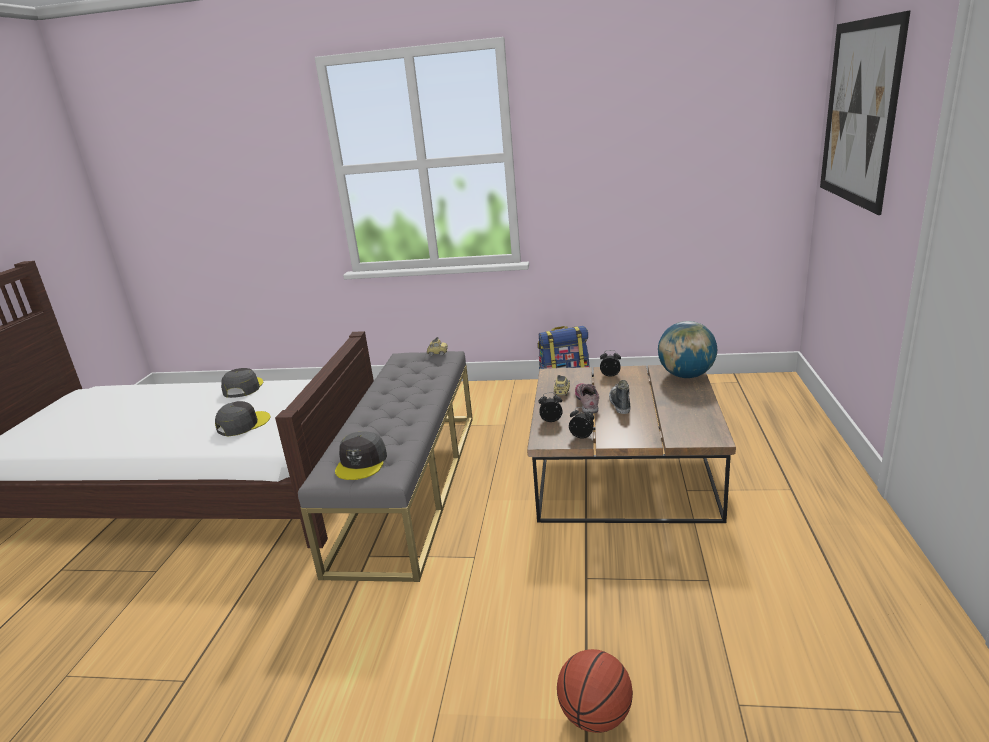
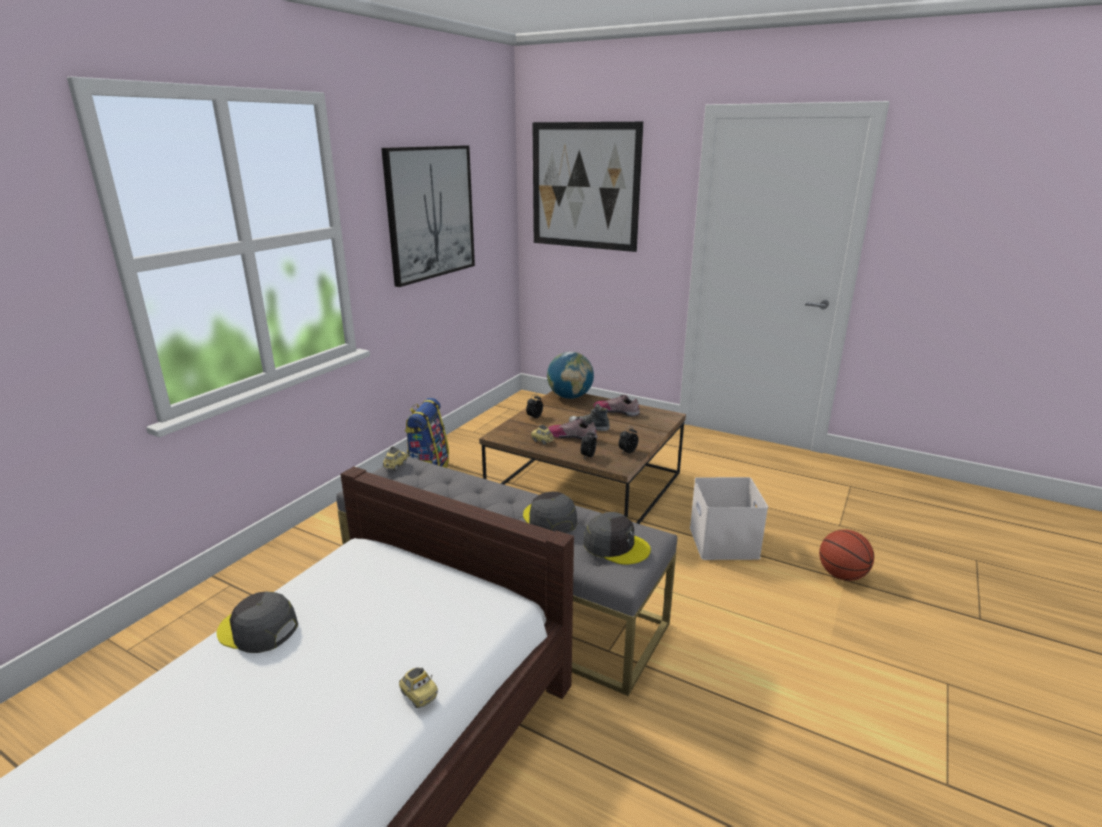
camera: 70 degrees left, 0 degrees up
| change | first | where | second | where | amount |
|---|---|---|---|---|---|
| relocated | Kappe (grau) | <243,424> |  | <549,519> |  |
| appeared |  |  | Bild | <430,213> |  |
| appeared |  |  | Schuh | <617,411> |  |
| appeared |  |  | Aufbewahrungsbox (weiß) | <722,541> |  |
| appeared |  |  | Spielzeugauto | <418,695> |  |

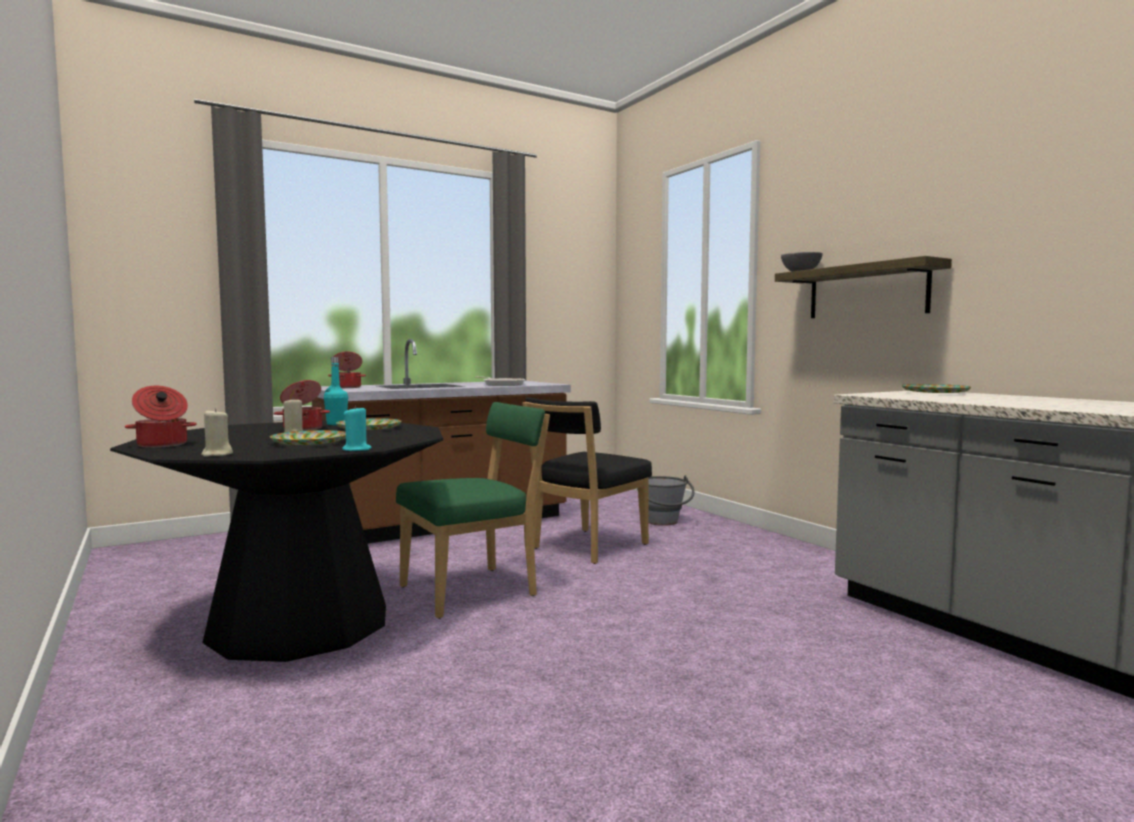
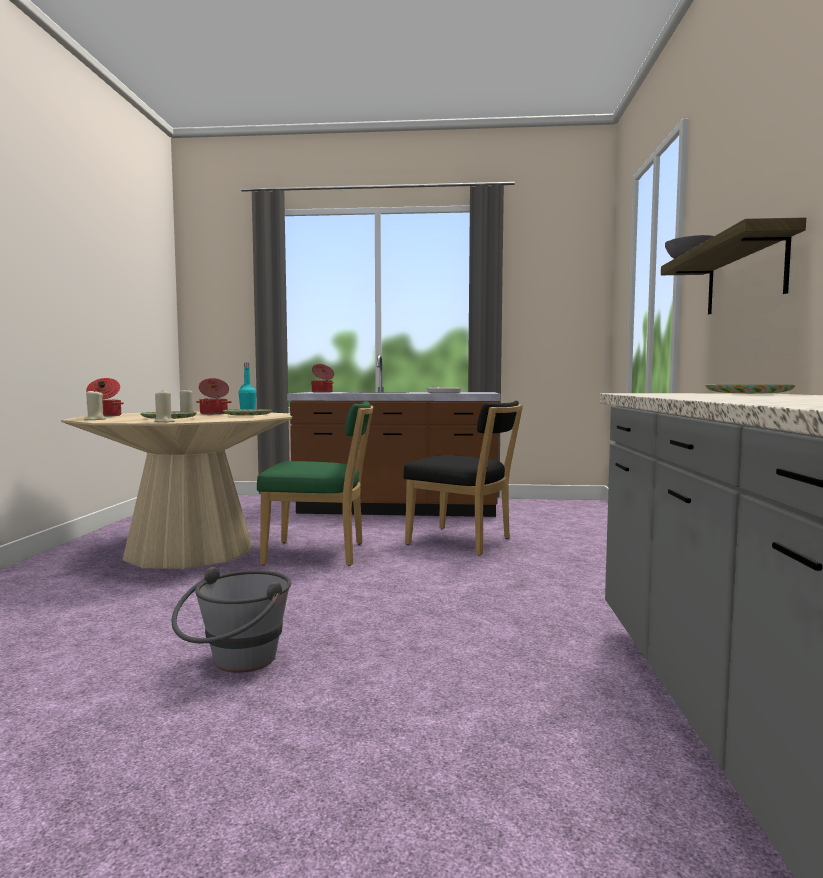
camera: 35 degrees right, 0 degrees up
| change | first | where | second | where | amount |
|---|---|---|---|---|---|
| spun | Stuhl (schwarz) | <586,547> |  | <463,542> | 135 degrees counterclockwise |
| colour | Kerze (türkis) | <357,449> | Kerze (beige) | <164,422> |  |
| colour | Esstisch (schwarz) | <300,623> | Esstisch (beige) | <190,550> |  |
| relocated | Eimer (grau) | <663,523> |  | <236,664> |  |

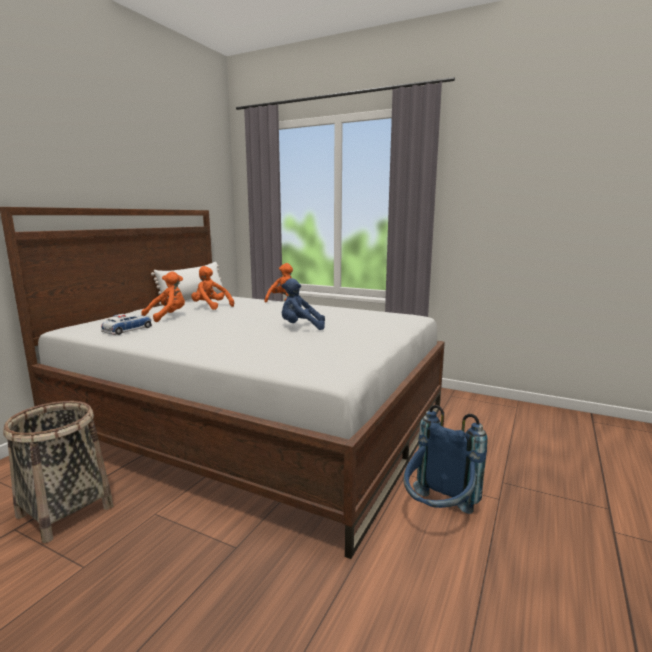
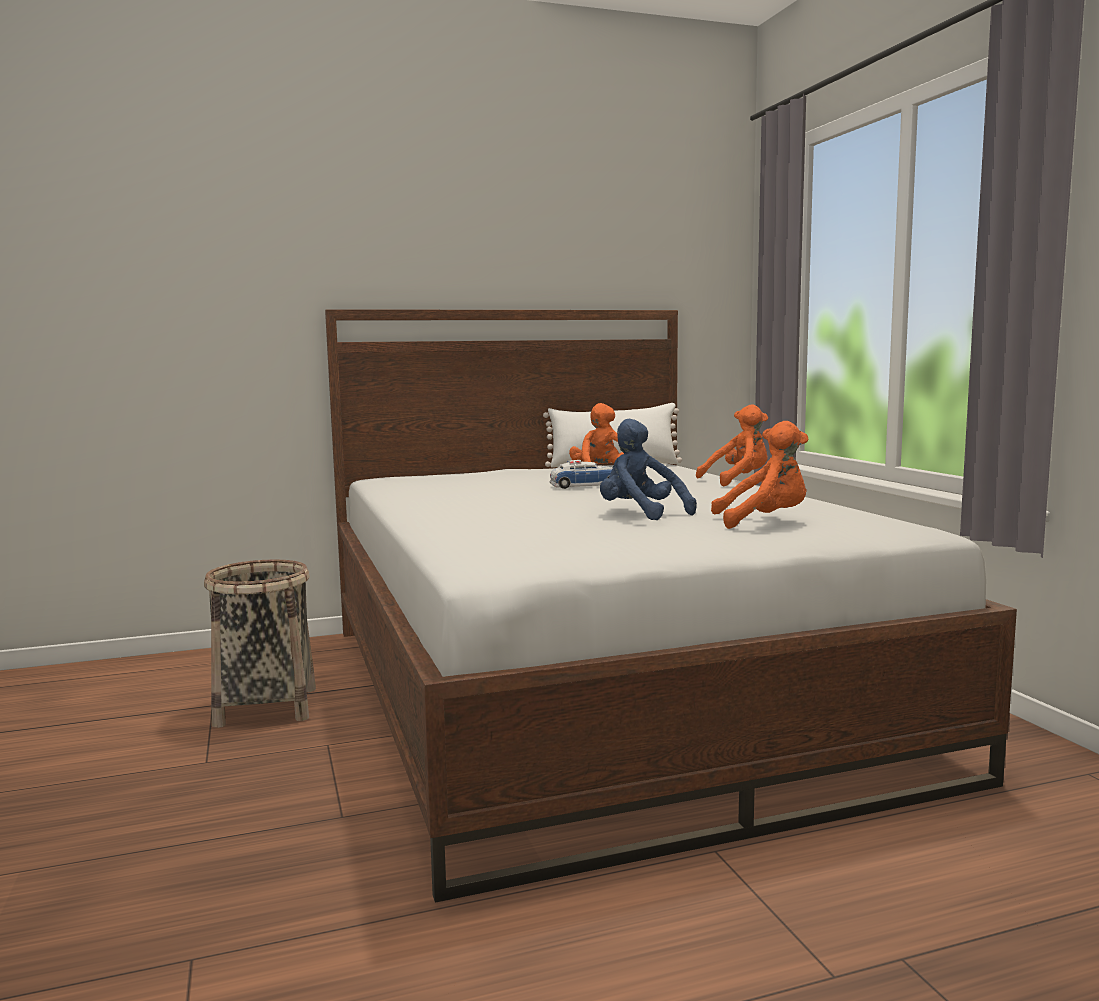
camera: 45 degrees right, 5 degrees down
| change | first | where | second | where | amount |
|---|---|---|---|---|---|
| relocated | Plüschtier (orange) | <168,316> |  | <764,521> |  |
| relocated | Spielzeugauto | <127,329> |  | <584,485> |  |
| missing | Rucksack (blau) | <438,514> |  |  |  |

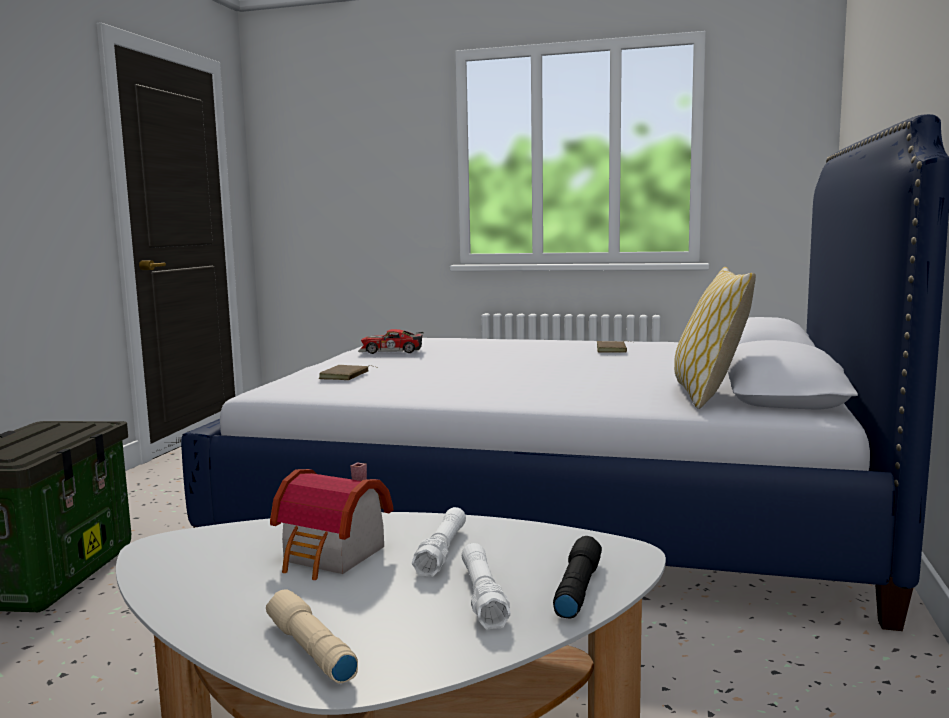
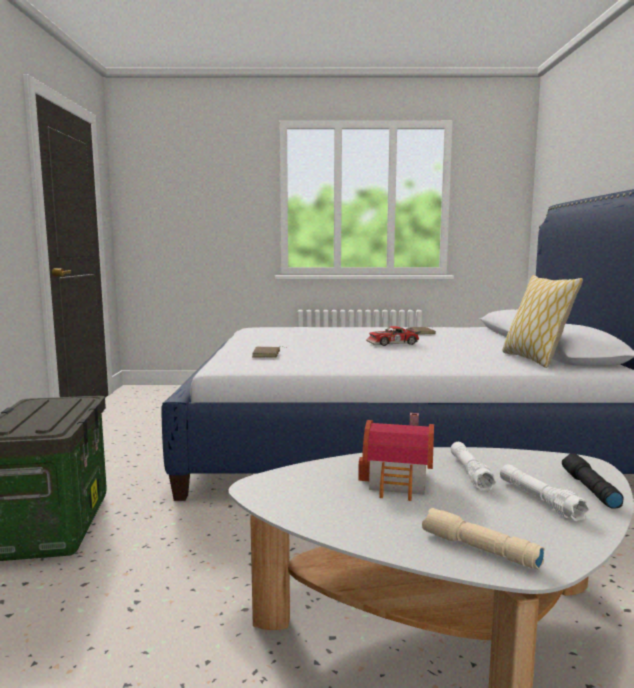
camera: 15 degrees left, 0 degrees up
| change | first | where | second | where | amount |
|---|---|---|---|---|---|
| relocated | Spielzeugauto | <391,351> |  | <393,343> |  |

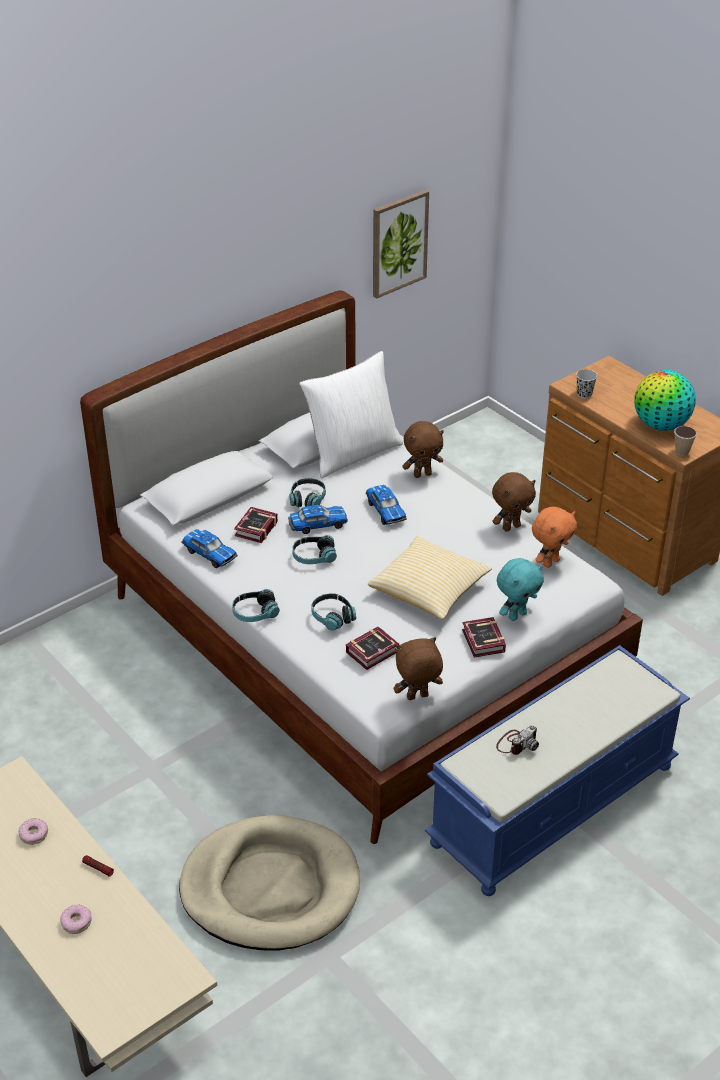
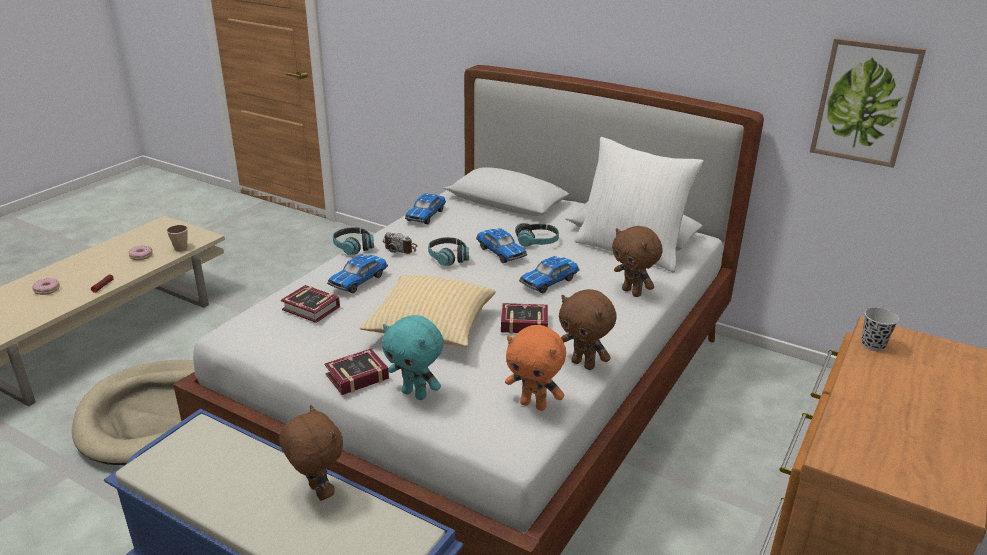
camera: 70 degrees right, 10 degrees down
| change | first | where | second | where | amount |
|---|---|---|---|---|---|
| missing | Globus | <661,425> |  |  |  |
| relocated | Tasse | <682,452> |  | <181,248> |  |
| relocated | Buch | <254,529> |  | <522,322> |  |
| exchanged | Kopfhörer | <332,617> | Spielzeugauto | <359,280> |  |
| relocated | Plüschtier (braun) | <417,697> |  | <317,492> |  |
| relocated | Kamera | <517,743> |  | <401,248> |  |

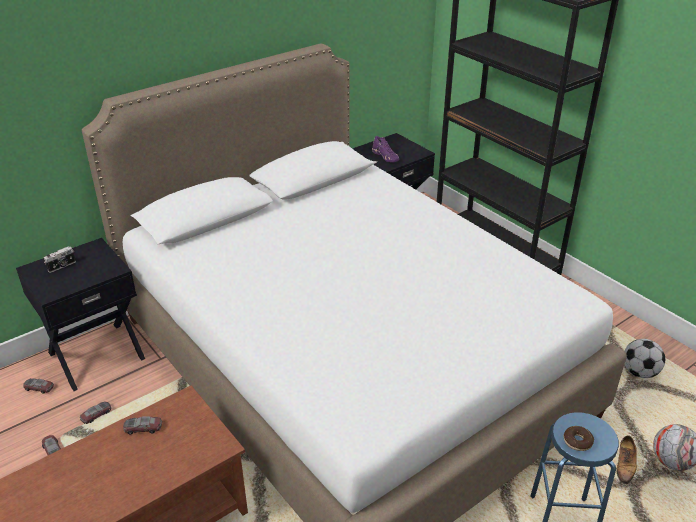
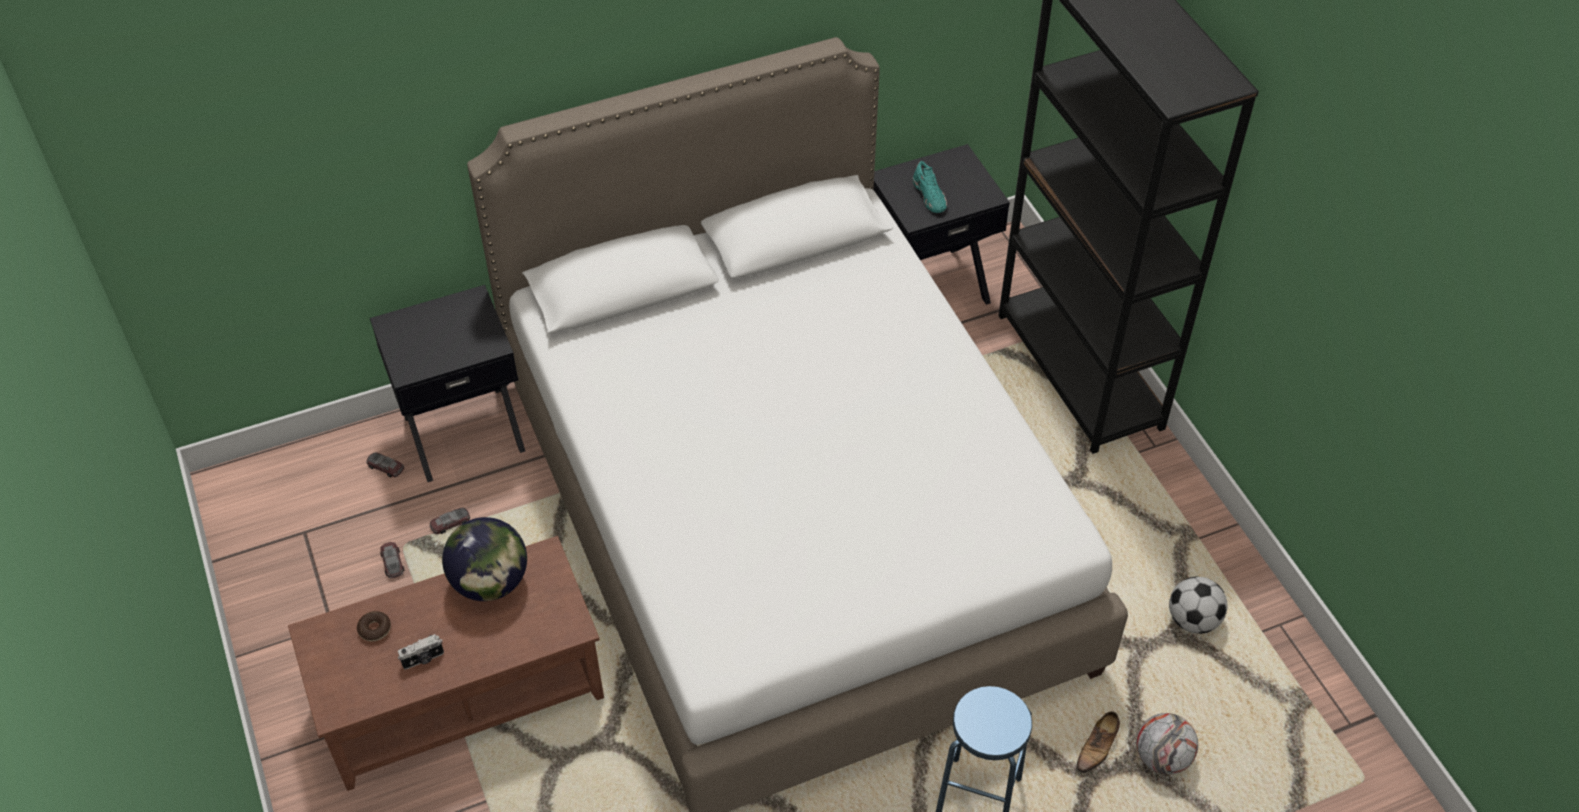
camera: 15 degrees right, 15 degrees up
| change | first | where | second | where | amount |
|---|---|---|---|---|---|
| colour | Schuh (lila) | <386,156> | Schuh (türkis) | <930,196> |  |
| relocated | Kamera | <62,266> |  | <423,659> |  |
| exchanged | Spielzeugauto | <143,427> | Globus | <490,582> |  |
| relocated | Donut | <577,441> |  | <375,629> |  |

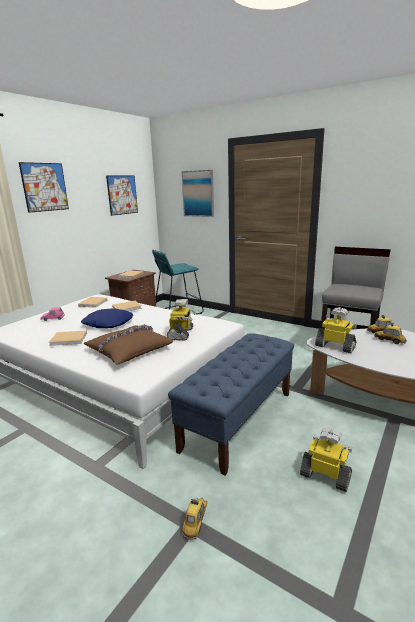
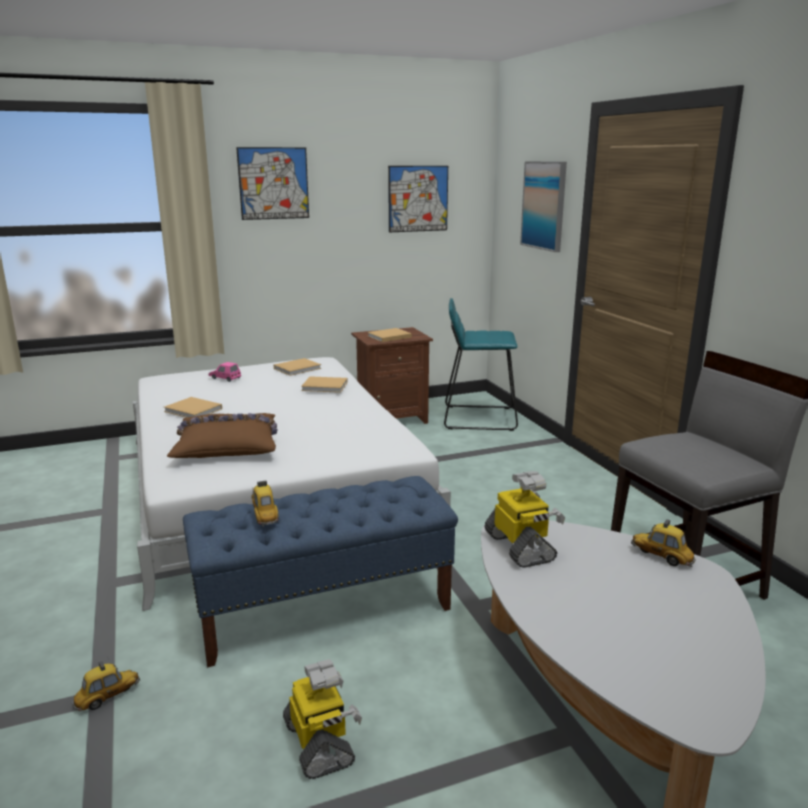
camera: 35 degrees right, 0 degrees up
| change | first | where | second | where | amount |
|---|---|---|---|---|---|
| missing | Spielzeugroboter | <181,334> |  |  |  |
| missing | Kissen (blau) | <108,323> |  |  |  |
| relocated | Spielzeugauto | <389,341> |  | <264,515> |  |

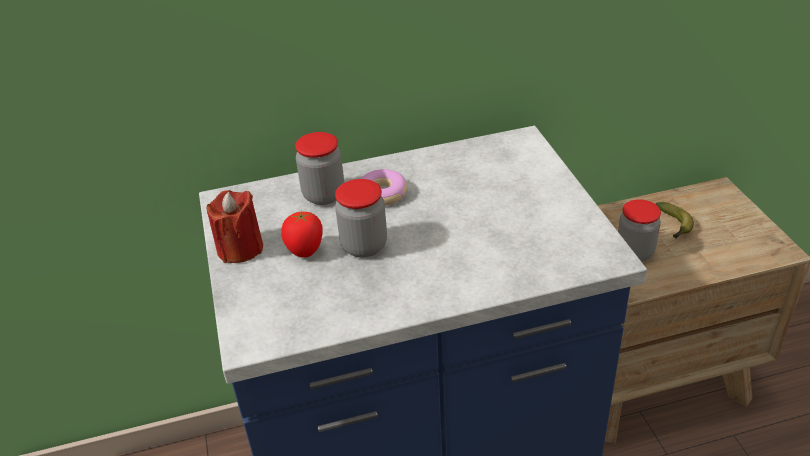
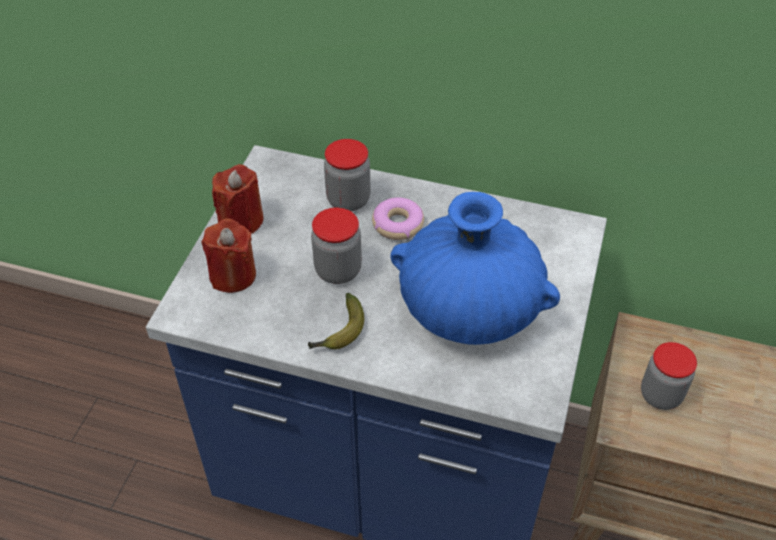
camera: 30 degrees right, 10 degrees up
| change | first | where | second | where | amount |
|---|---|---|---|---|---|
| relocated | Banane | <674,226> |  | <338,332> |  |
| missing | Tomate | <305,252> |  |  |  |
| appeared |  |  | Vase (blau) | <469,310> |  |
| appeared |  |  | Kerze (rot) | <233,275> |  |

